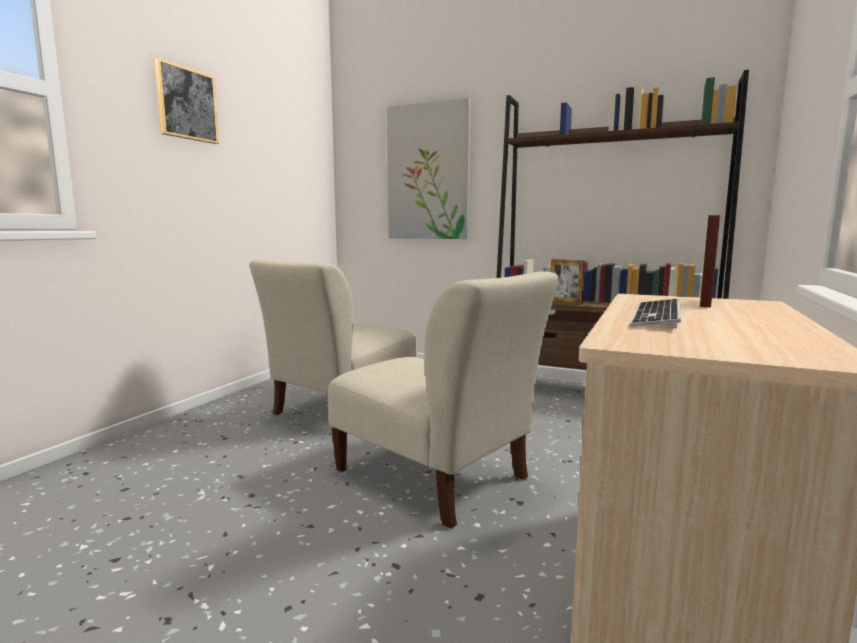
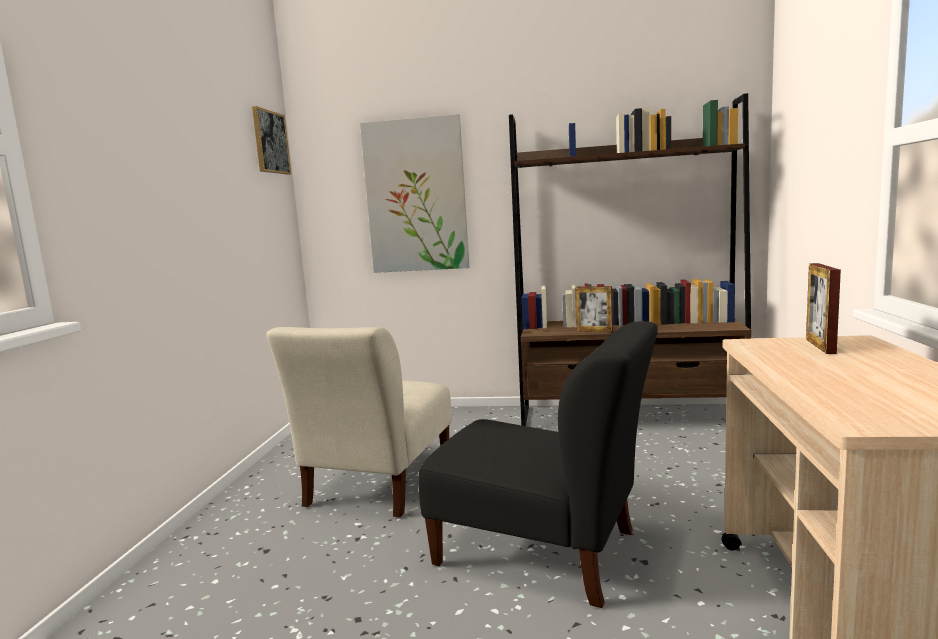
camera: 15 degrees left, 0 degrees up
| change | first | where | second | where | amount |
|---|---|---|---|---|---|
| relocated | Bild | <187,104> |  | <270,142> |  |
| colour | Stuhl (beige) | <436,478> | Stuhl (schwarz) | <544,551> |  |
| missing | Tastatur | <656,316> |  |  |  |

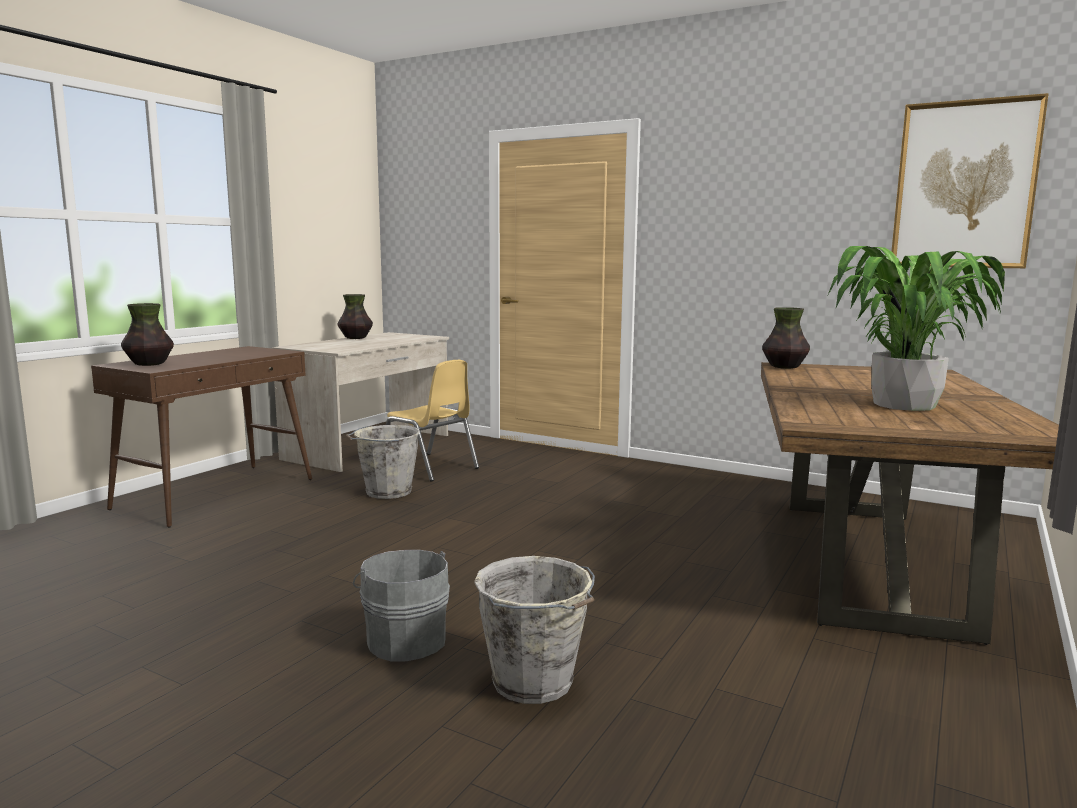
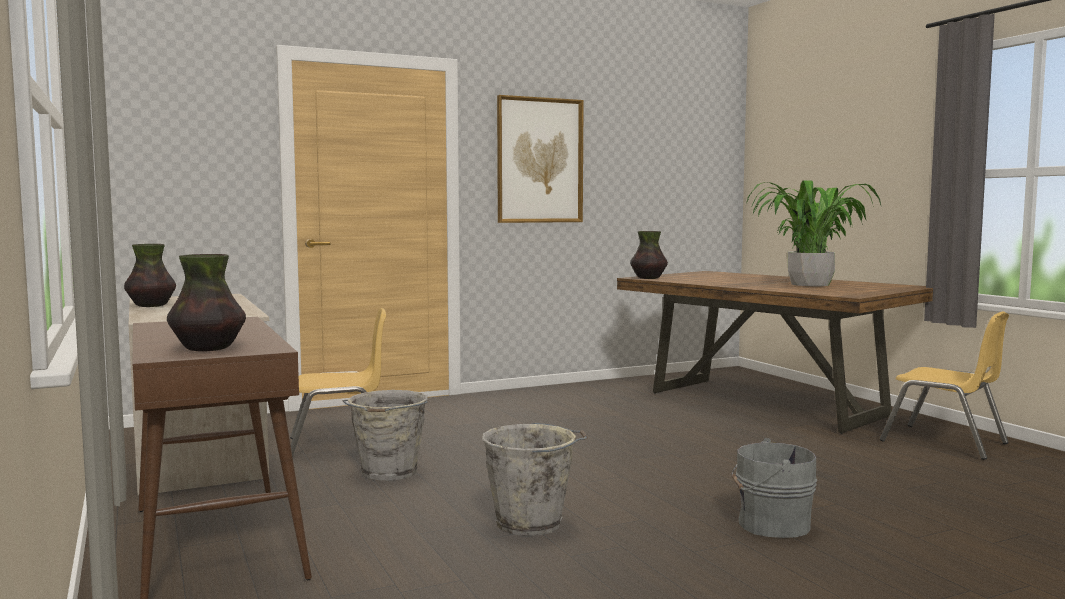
camera: 55 degrees left, 5 degrees down
| change | first | where | second | where | amount |
|---|---|---|---|---|---|
| relocated | Bild | <964,185> |  | <539,160> |  |
| relocated | Eimer (grau) | <535,683> |  | <532,523> |  |
| appeared |  |  | Stuhl (gelb) | <944,442> |  |

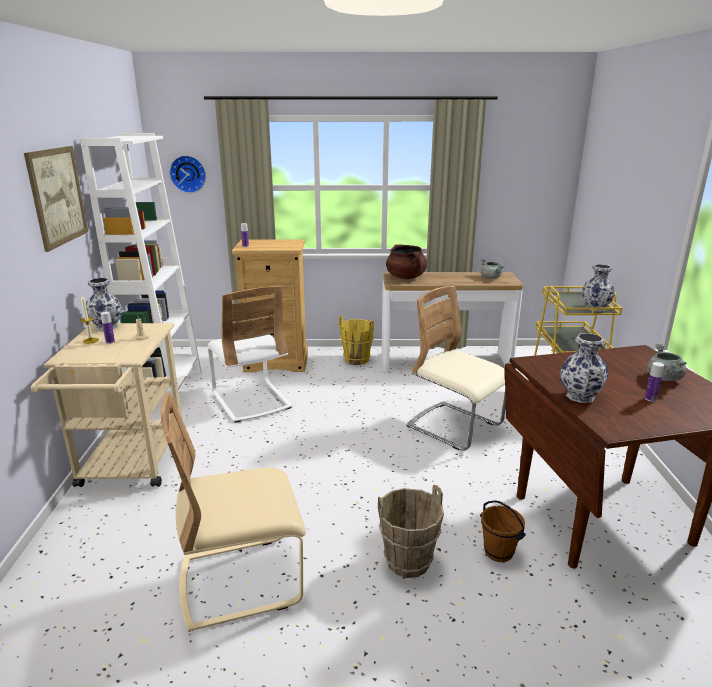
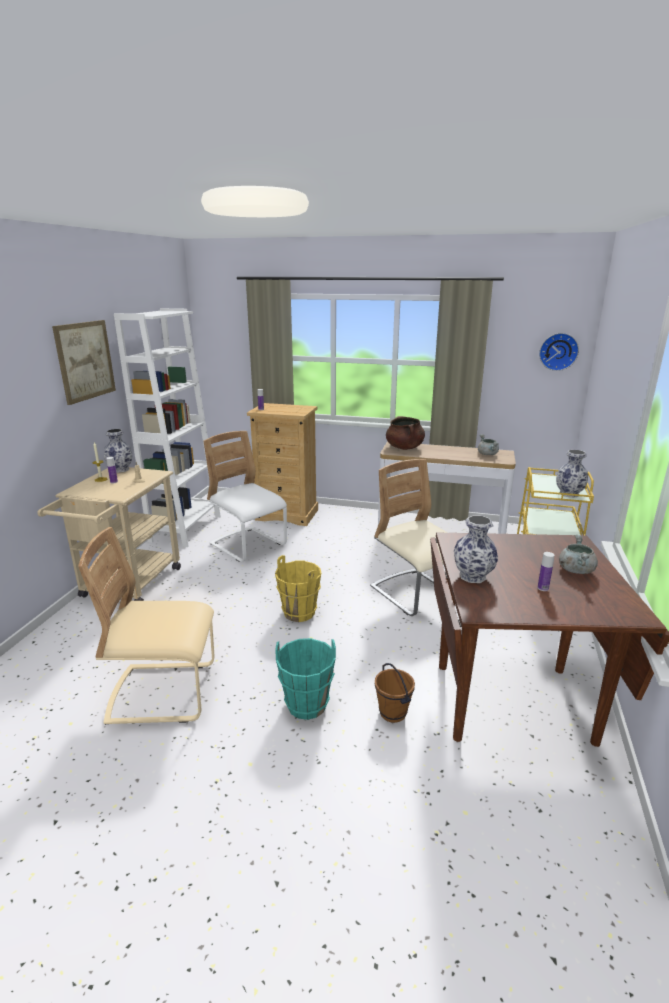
camera: 15 degrees right, 0 degrees up
| change | first | where | second | where | amount |
|---|---|---|---|---|---|
| relocated | Wanduhr | <188,174> |  | <558,351> |  |
| spun | Stuhl (weiß) | <251,400> |  | <248,545> | 150 degrees clockwise |
| relocated | Eimer (gelb) | <357,359> |  | <299,612> |  |
| colour | Eimer (braun) | <408,562> | Eimer (türkis) | <307,705> |  |

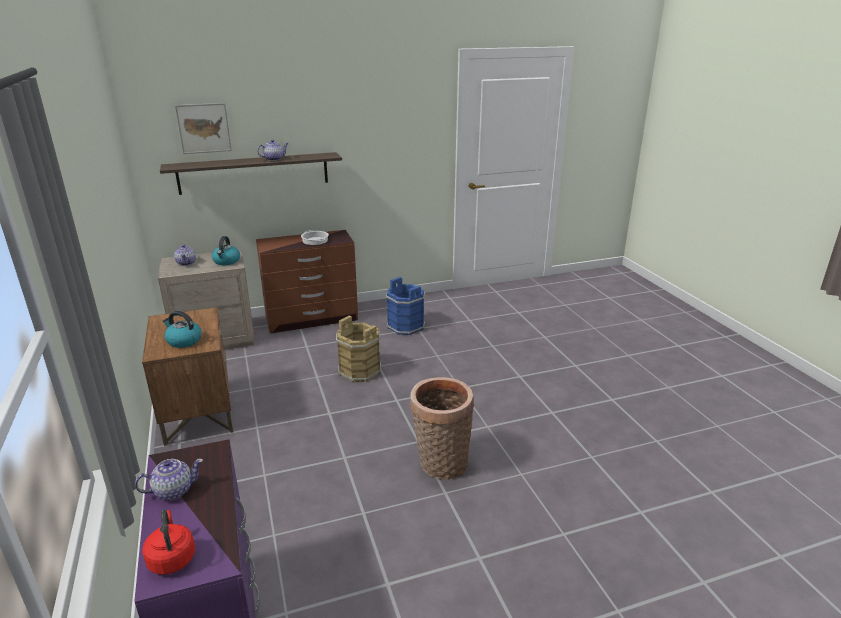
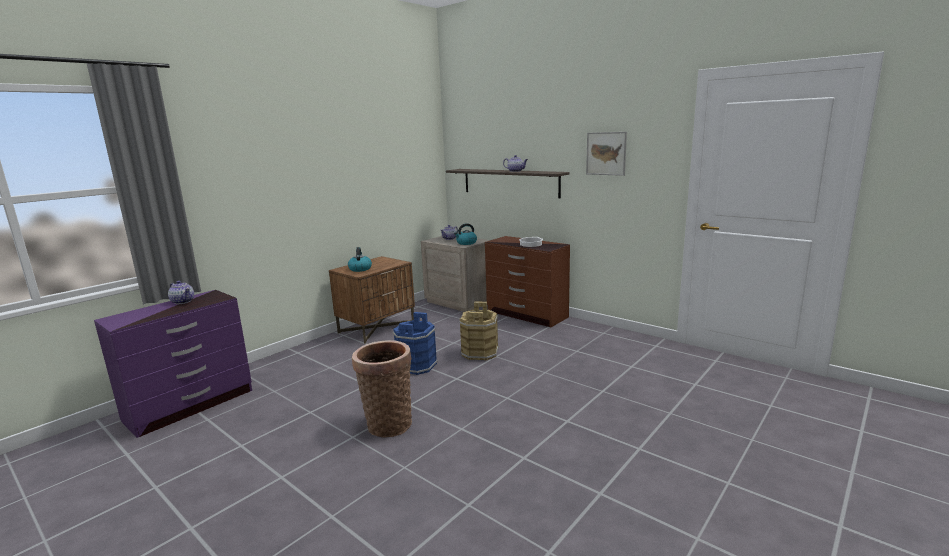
camera: 60 degrees right, 10 degrees down
| change | first | where | second | where | amount |
|---|---|---|---|---|---|
| relocated | Bild | <204,128> |  | <606,153> |  |
| relocated | Eimer (blau) | <405,326> |  | <416,365> |  |
| missing | Wasserkessel (rot) | <172,558> |  |  |  |

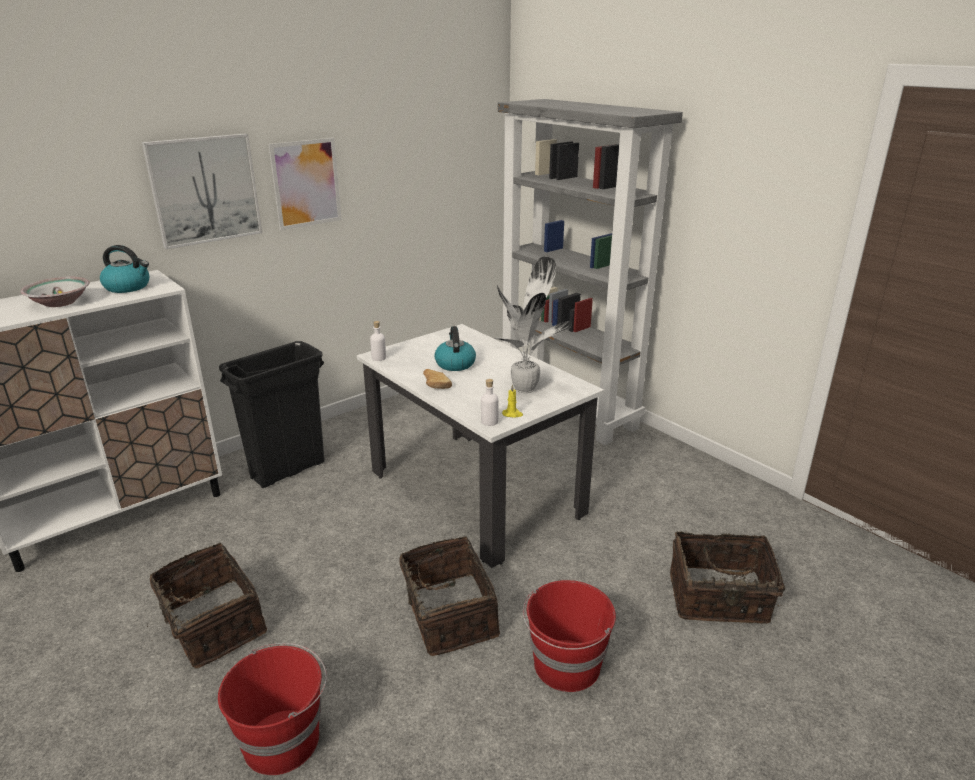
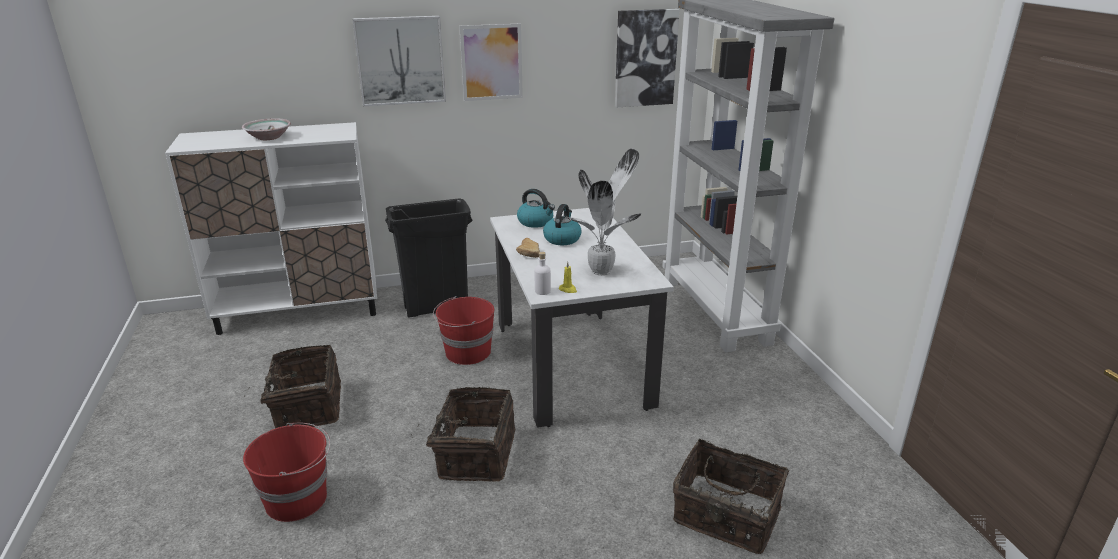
camera: 25 degrees right, 0 degrees up
| change | first | where | second | where | amount |
|---|---|---|---|---|---|
| relocated | Wasserkessel | <128,287> |  | <536,222> |  |
| missing | Flasche (weiß) | <379,358> |  |  |  |
| relocated | Eimer (rot) | <566,666> |  | <467,353> |  |
| appeared |  |  | Bild | <645,58> |  |

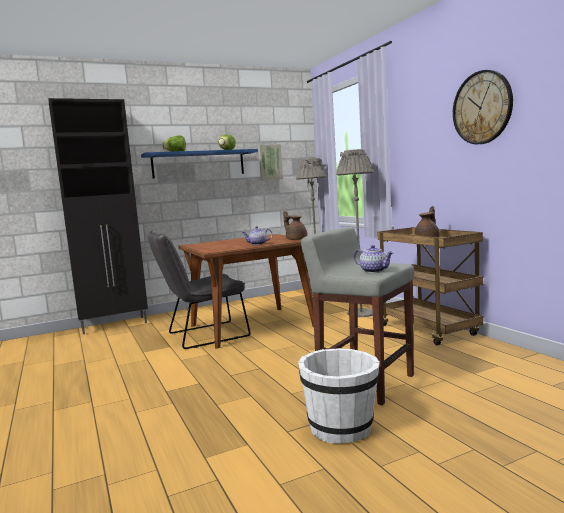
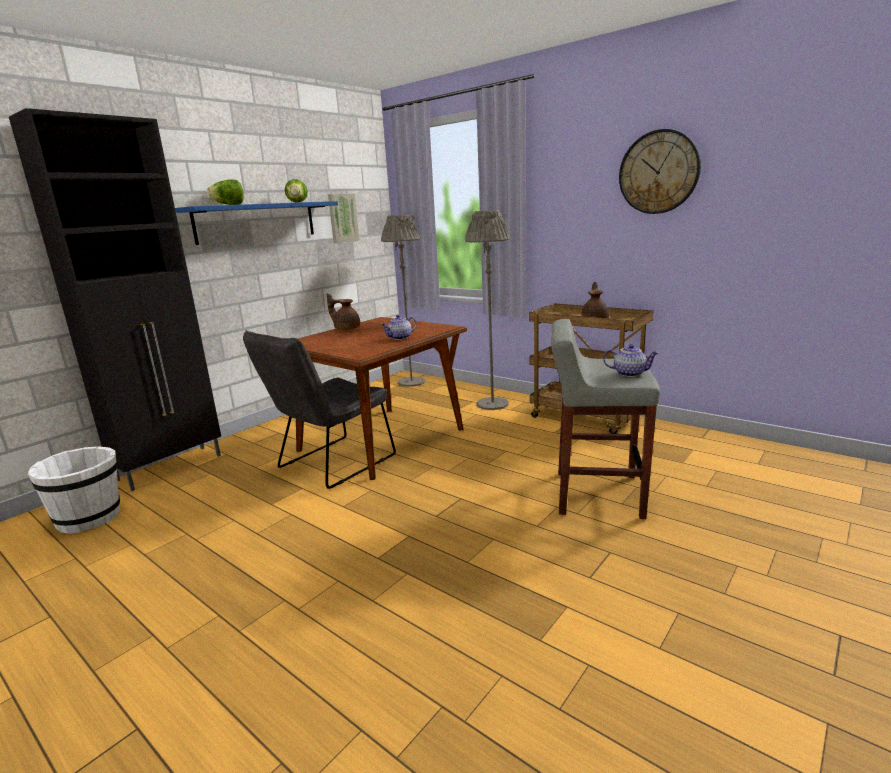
camera: 25 degrees left, 10 degrees up
| change | first | where | second | where | amount |
|---|---|---|---|---|---|
| relocated | Teekanne (braun) | <296,239> |  | <346,328> |  |
| relocated | Eimer (weiß) | <341,428> |  | <90,517> |  |

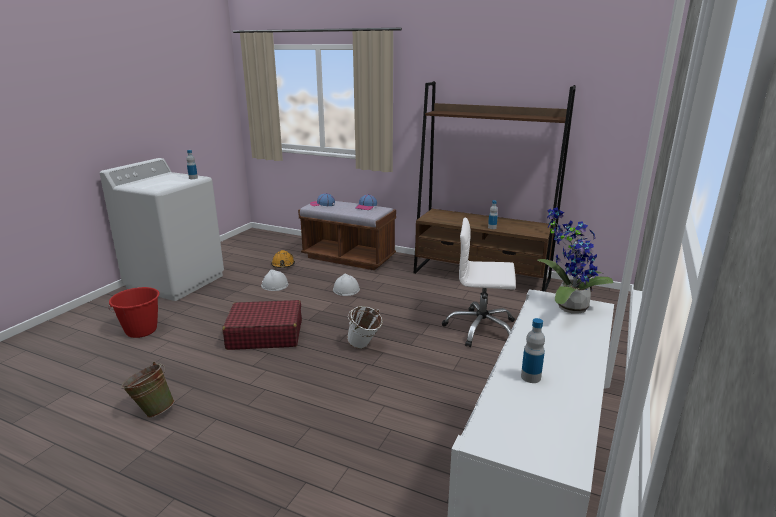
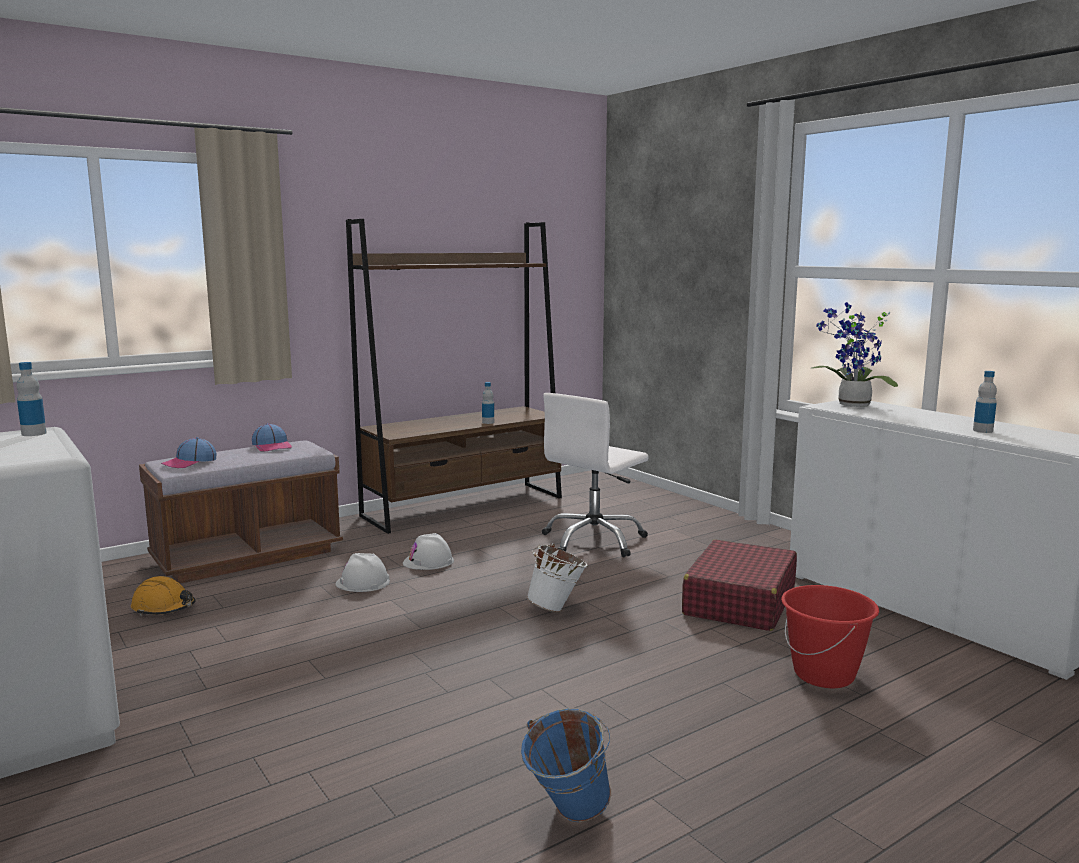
camera: 60 degrees left, 10 degrees down
| change | first | where | second | where | amount |
|---|---|---|---|---|---|
| relocated | Schutzhelm (weiß) | <274,285> |  | <428,562> |  |
| relocated | Eimer (rot) | <141,331> |  | <824,674> |  |
| relocated | Koffer (rot) | <265,335> |  | <739,602> |  |
| colour | Eimer (grün) | <152,410> | Eimer (blau) | <567,816> |  |

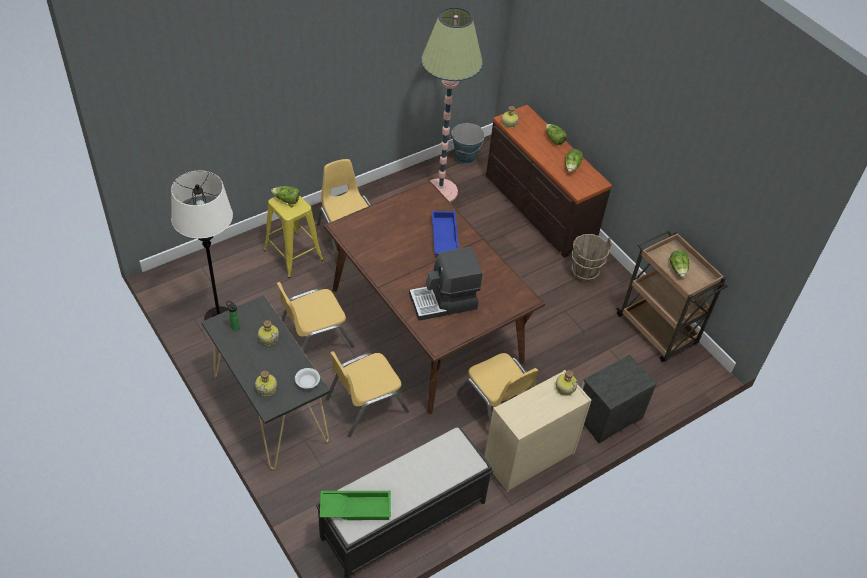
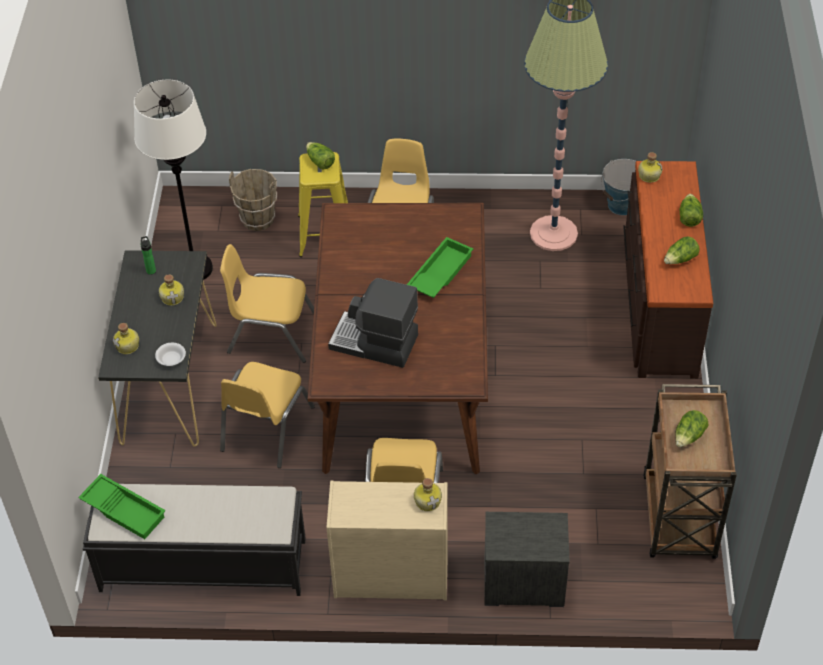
camera: 40 degrees right, 0 degrees up
| change | first | where | second | where | amount |
|---|---|---|---|---|---|
| colour | Tablett (blau) | <443,237> | Tablett (grün) | <439,272> |  |
| relocated | Eimer (braun) | <584,272> |  | <258,219> |  |
| spun | Stuhl (gelb) | <366,404> |  | <266,428> | 75 degrees counterclockwise |

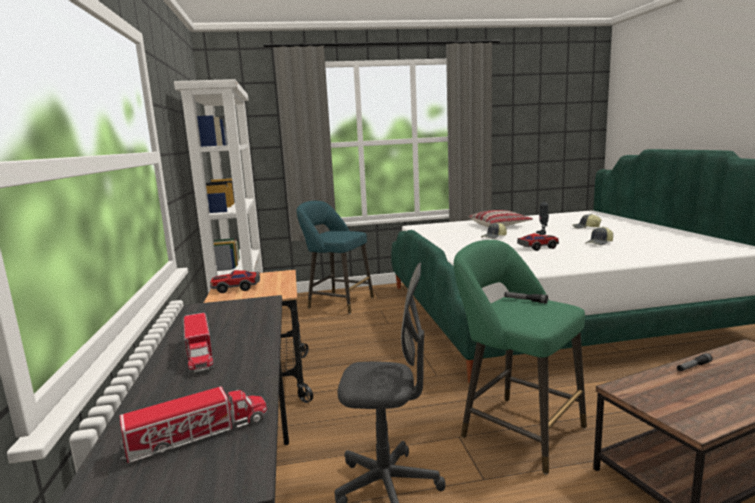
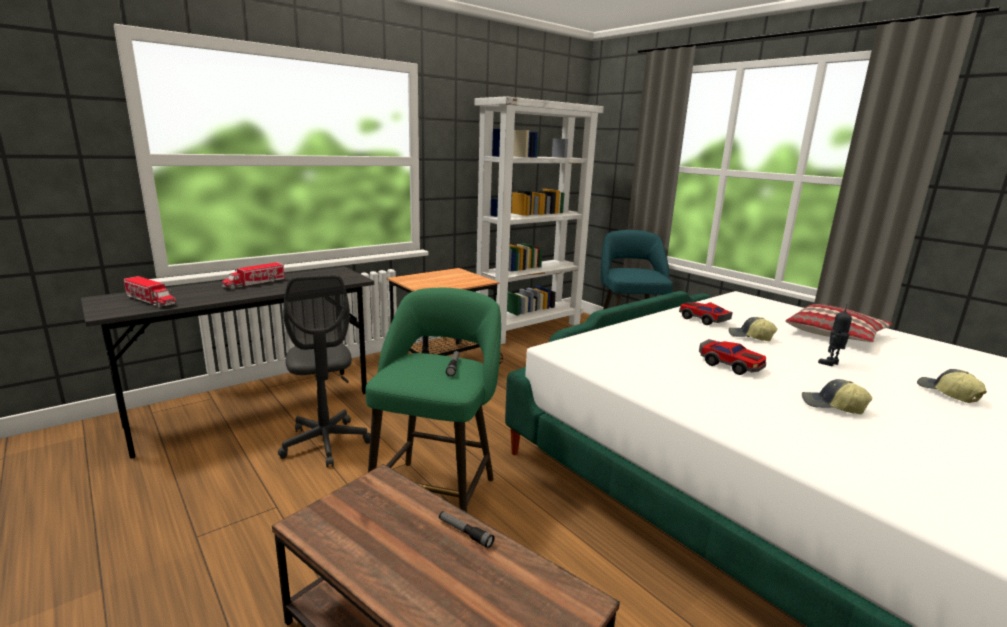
camera: 60 degrees right, 5 degrees up
| change | first | where | second | where | amount |
|---|---|---|---|---|---|
| relocated | Spielzeugauto | <236,288> |  | <703,319> |  |

